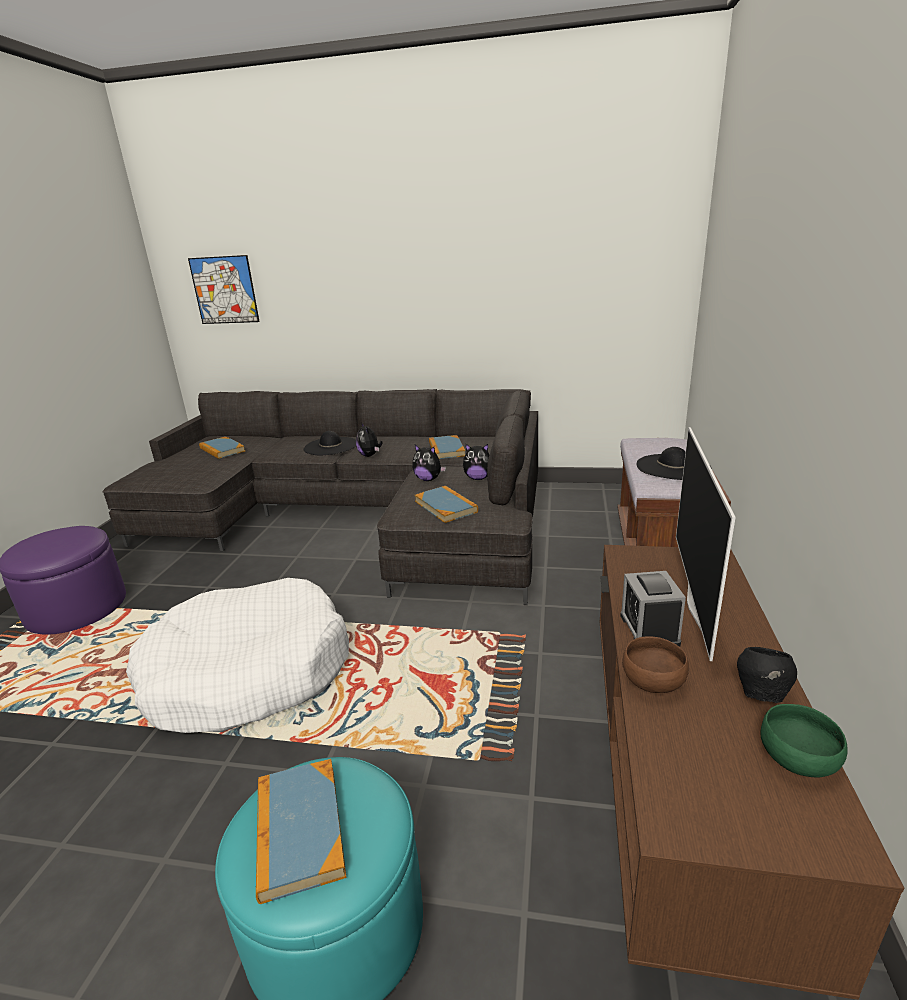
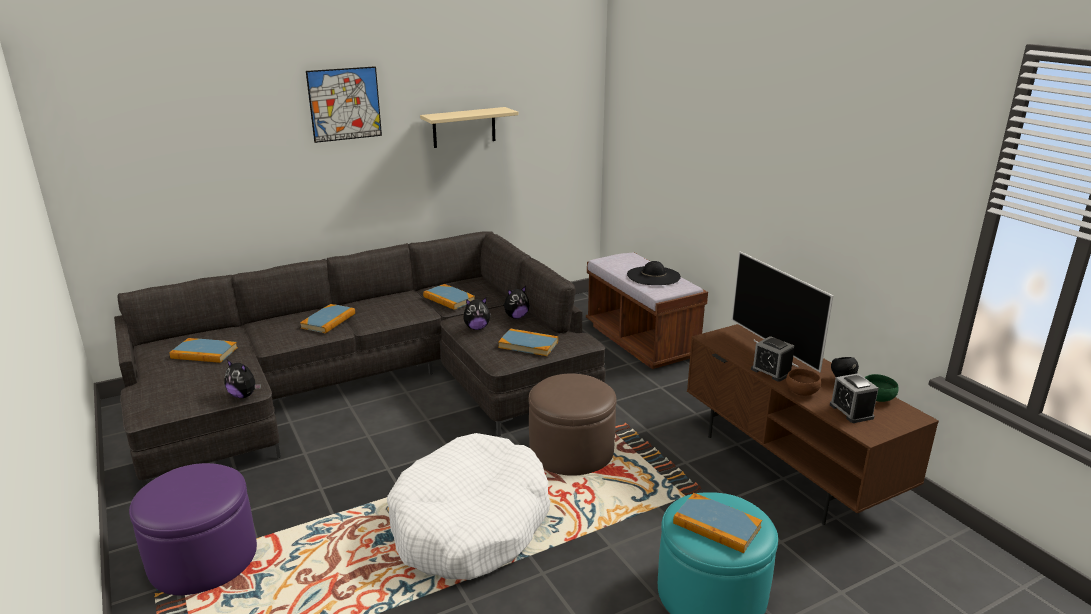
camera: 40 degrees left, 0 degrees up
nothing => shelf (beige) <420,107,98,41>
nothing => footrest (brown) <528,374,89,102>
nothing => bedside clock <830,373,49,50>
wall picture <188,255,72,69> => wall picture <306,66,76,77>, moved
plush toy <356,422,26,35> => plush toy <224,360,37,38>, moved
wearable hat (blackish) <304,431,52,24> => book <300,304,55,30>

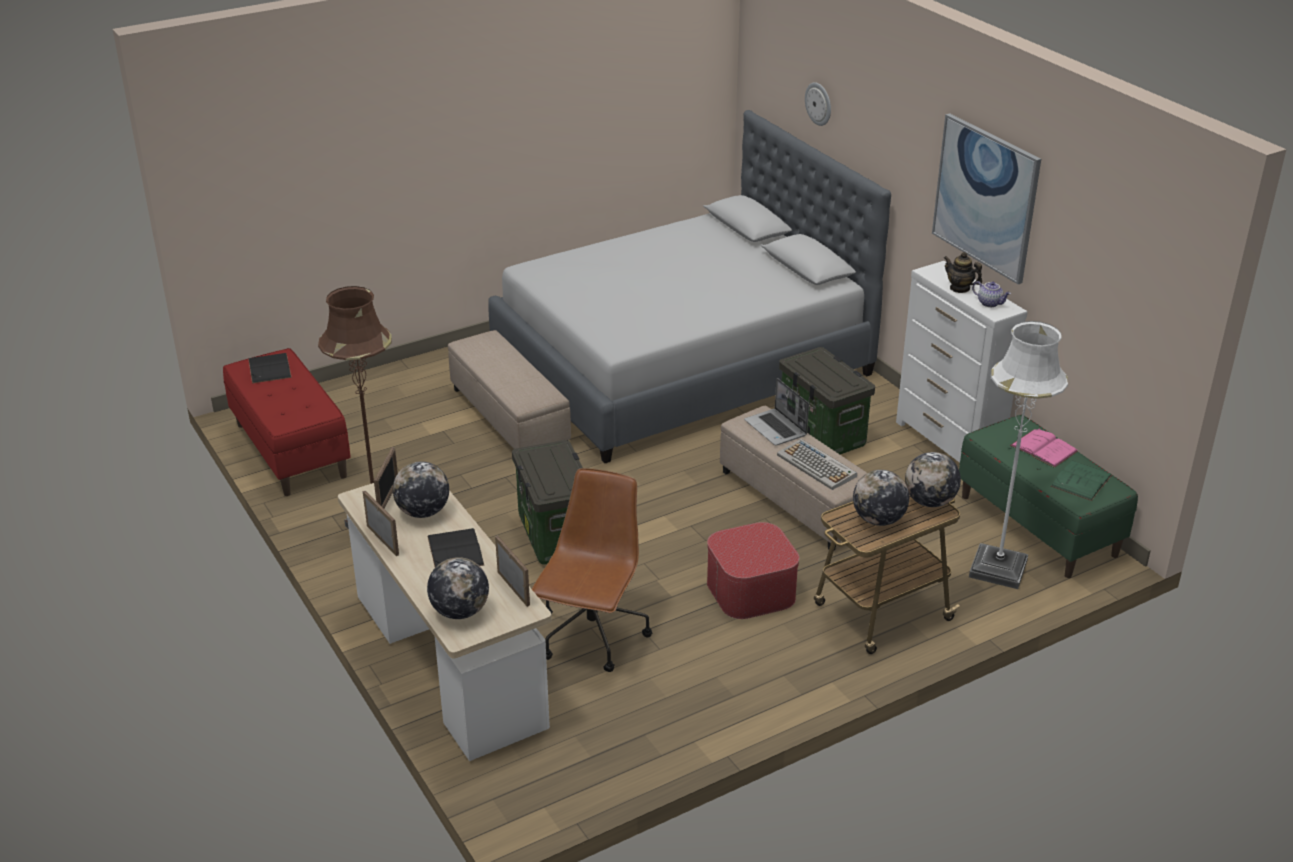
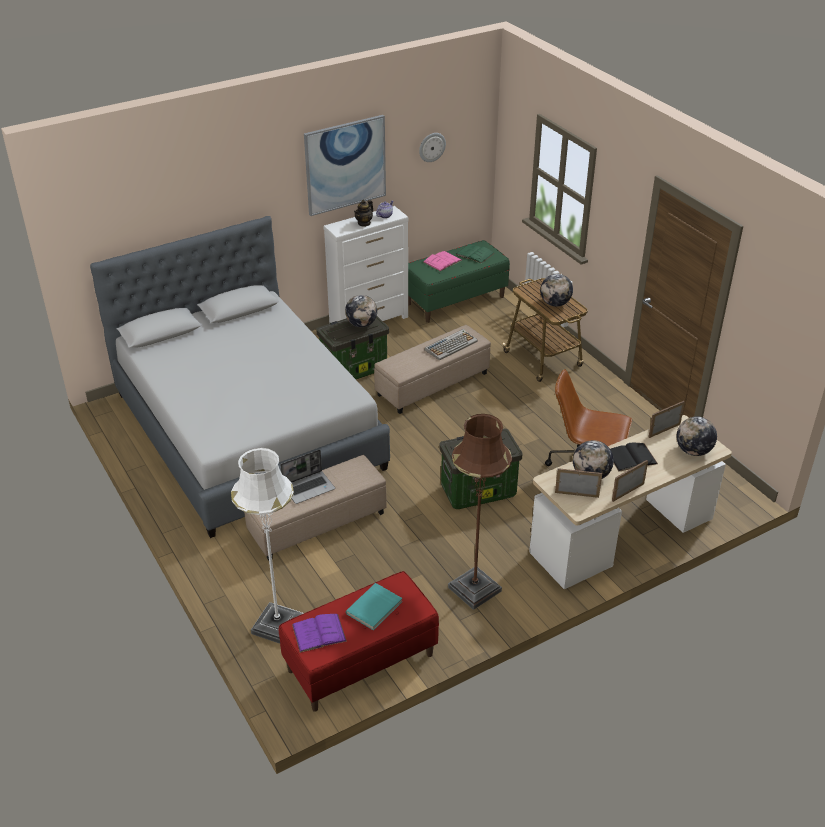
camera: 90 degrees left, 5 degrees up
footrest <707,522,93,97> => nothing
nothing => book (blue-green) <346,583,56,47>
notebook computer <744,378,65,67> => notebook computer <280,449,55,55>, moved
clock on the wall <805,82,26,44> => clock on the wall <419,133,27,29>, moved
globe <905,452,56,55> => globe <345,295,32,32>, moved
standard lamp (white) <969,321,99,268> => standard lamp (white) <231,448,73,196>, moved
book (blackish) <248,353,44,30> => book (purplish) <292,614,55,39>

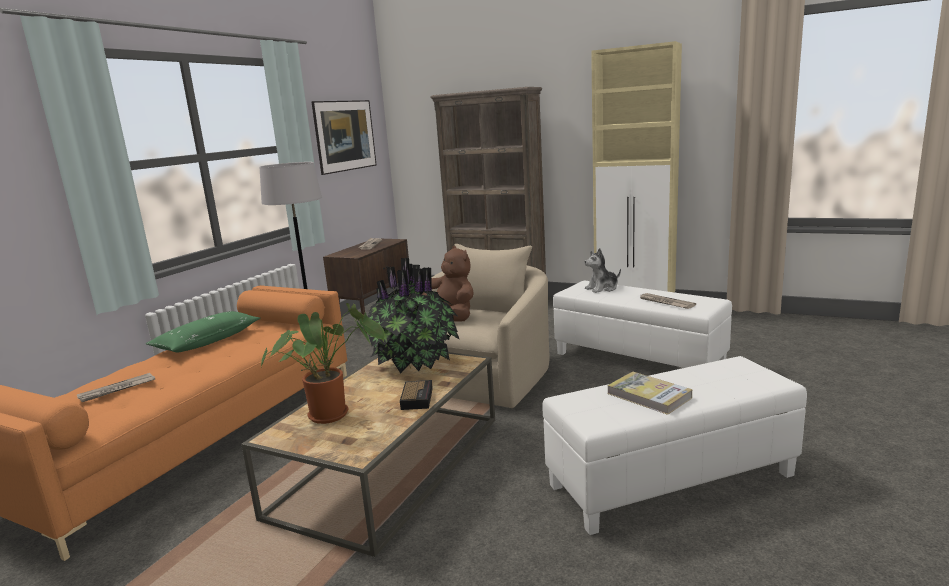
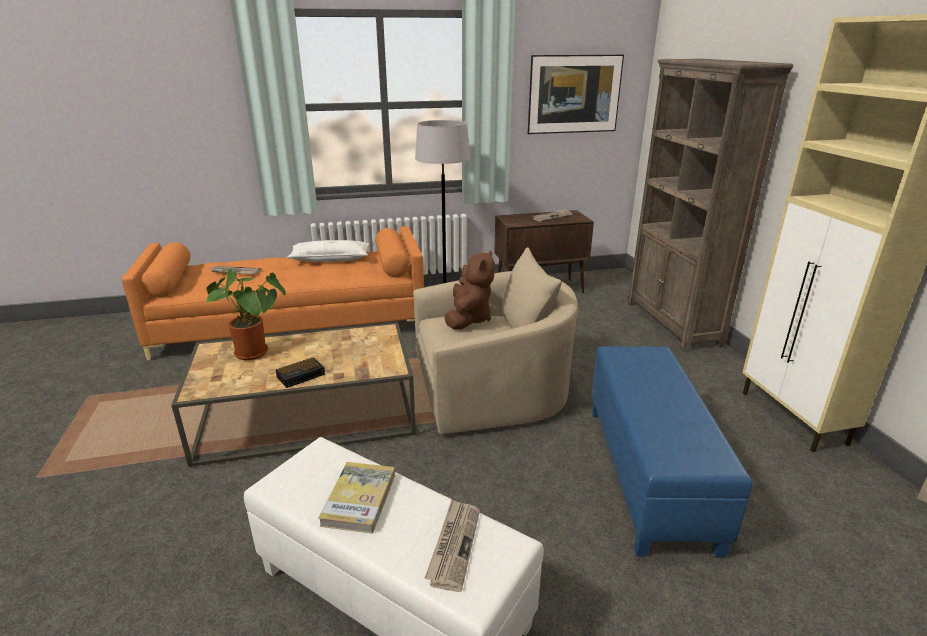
camera: 50 degrees right, 10 degrees up
plant in a pot <368,258,92,115> => nothing
plush toy <584,248,37,45> => nothing
printed paper <640,293,56,16> => printed paper <425,500,55,92>, moved
cushion (greenish) <146,311,114,41> => cushion (white) <287,240,82,22>
footrest (white) <553,280,179,88> => footrest (bluish) <591,346,162,212>

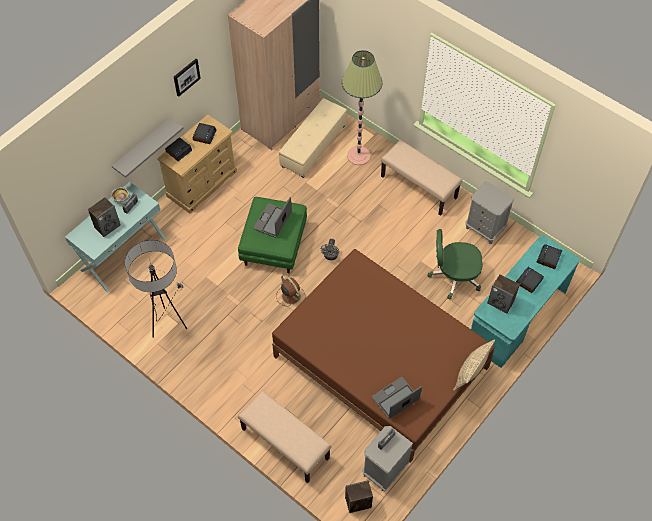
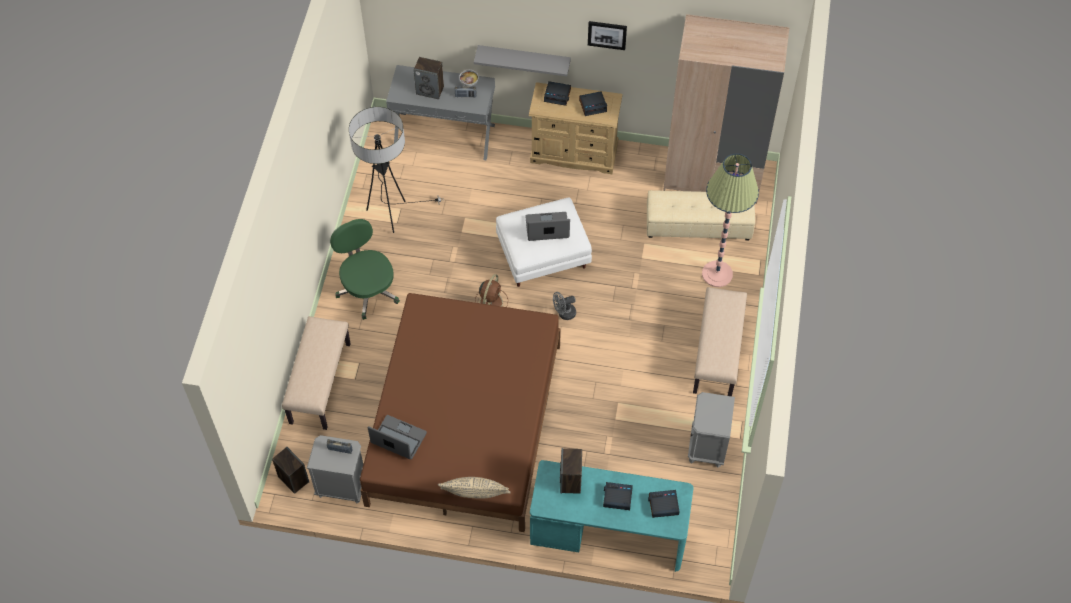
camera: 60 degrees right, 0 degrees up
office chair (greenish) <428,229,55,71> => office chair (greenish) <330,219,70,101>, moved
console table (blue-green) <65,182,102,110> => console table (grey) <386,65,109,95>
footrest (greenish) <238,197,69,77> => footrest (white) <496,197,96,90>

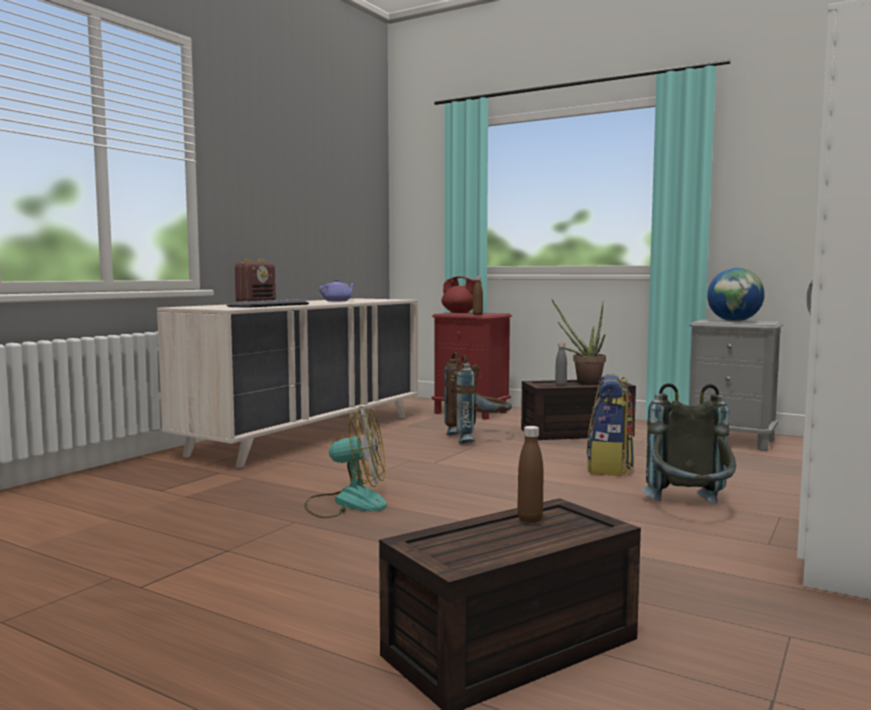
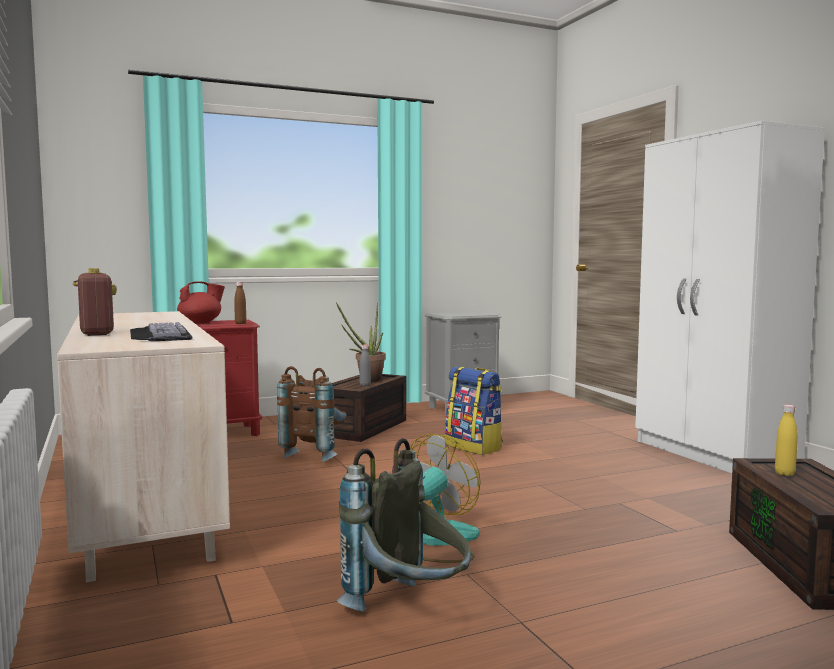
camera: 55 degrees left, 0 degrees up
pot for tea (purplish) <319,279,37,22> => nothing
globe <707,268,58,54> => nothing
backpack (grey) <641,383,95,121> => backpack (grey) <337,438,134,173>, moved
drink bottle (brown) <517,426,26,97> => drink bottle (yellowish) <775,405,23,71>

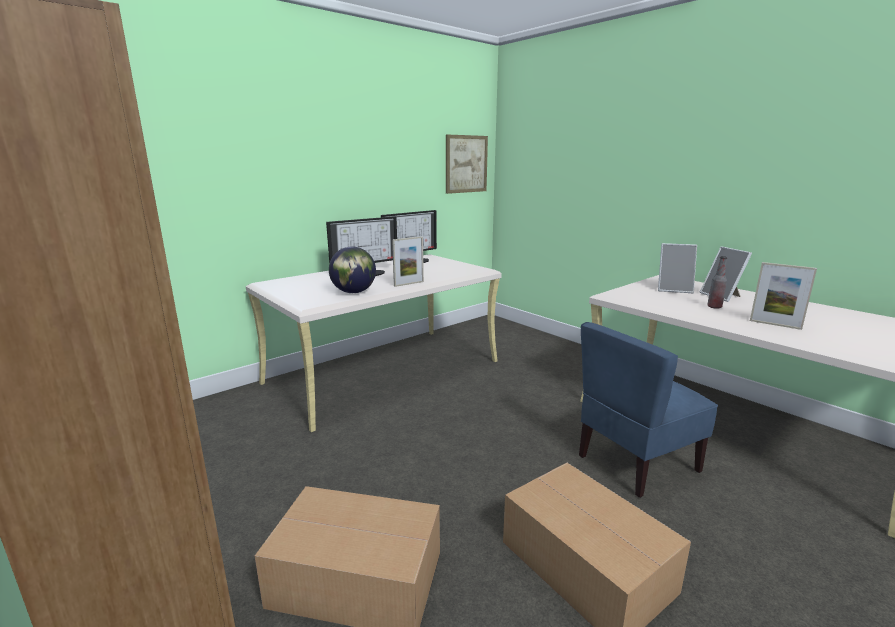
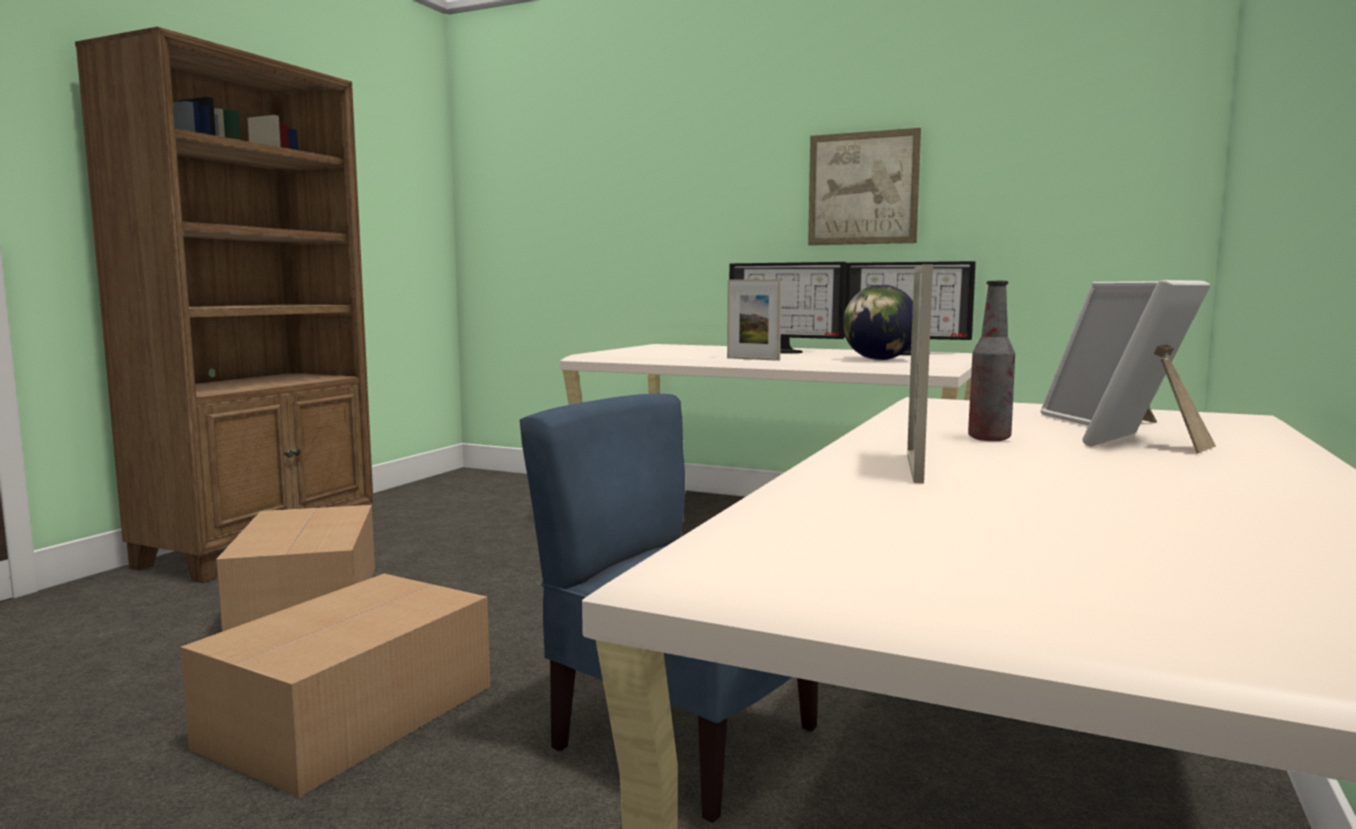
camera: 65 degrees right, 10 degrees down
globe <329,247,47,46> => globe <843,285,70,75>, moved
wall picture <446,134,42,60> => wall picture <808,128,113,117>, moved

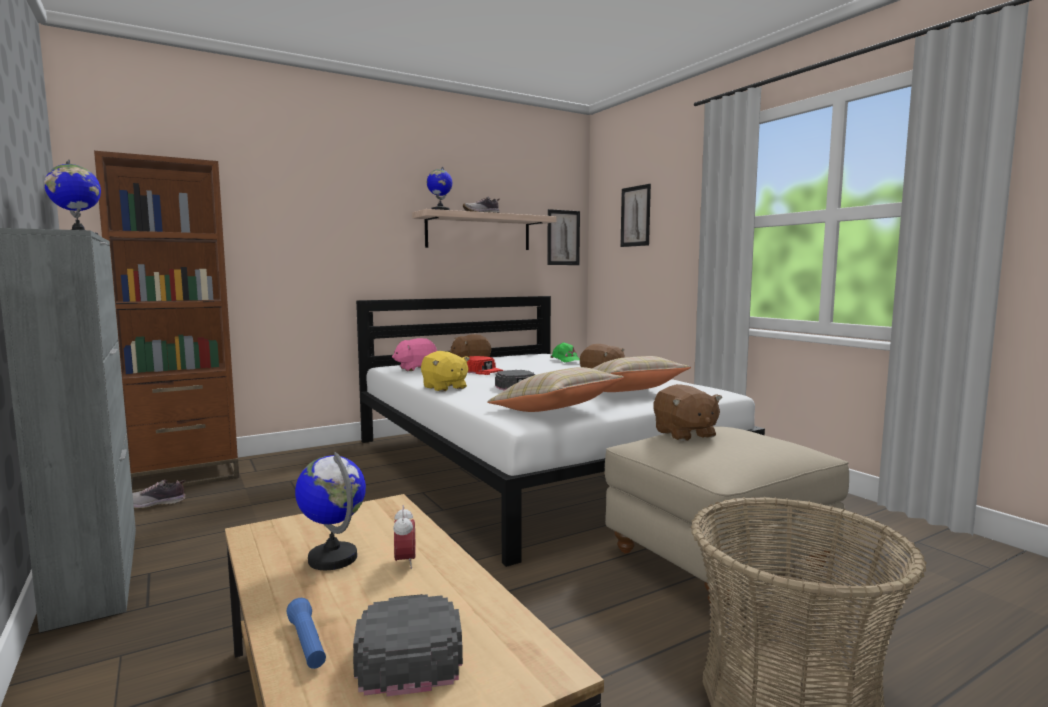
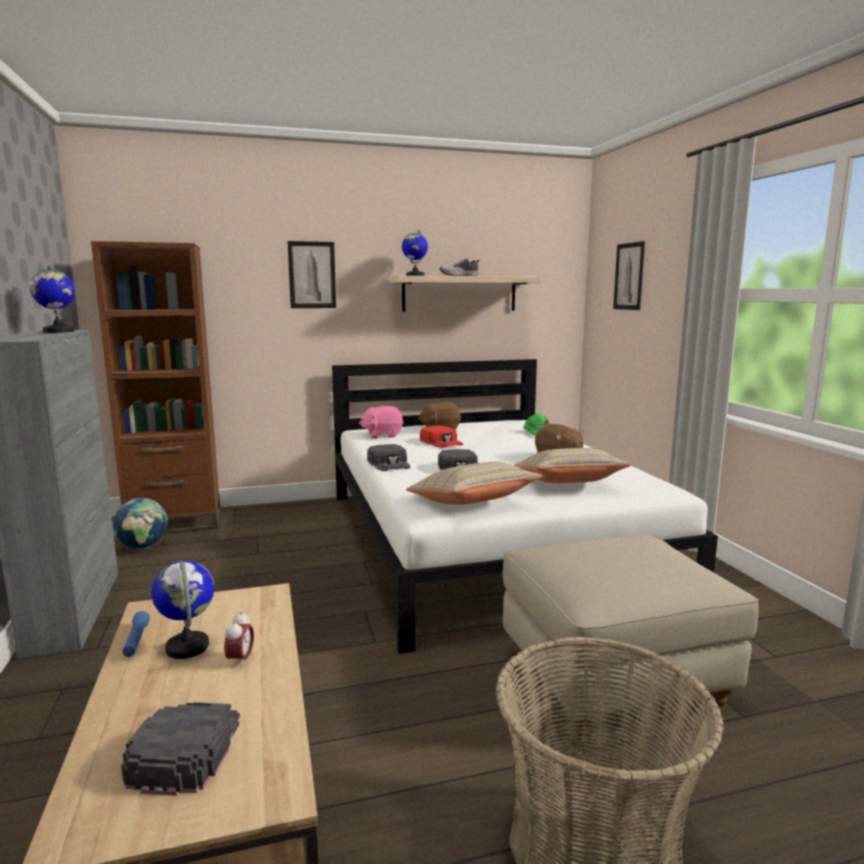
camera: 15 degrees right, 5 degrees up
plush toy (brown) <653,384,69,57> => nothing
hand torch (bluish) <286,598,40,71> => hand torch (bluish) <122,611,28,46>, moved
wall picture <547,209,33,56> => wall picture <287,241,49,67>, moved
item of footwear <132,480,54,29> => globe <112,498,56,52>
plush toy (yellowish) <421,351,49,41> => peaked cap (blackish) <367,444,43,27>

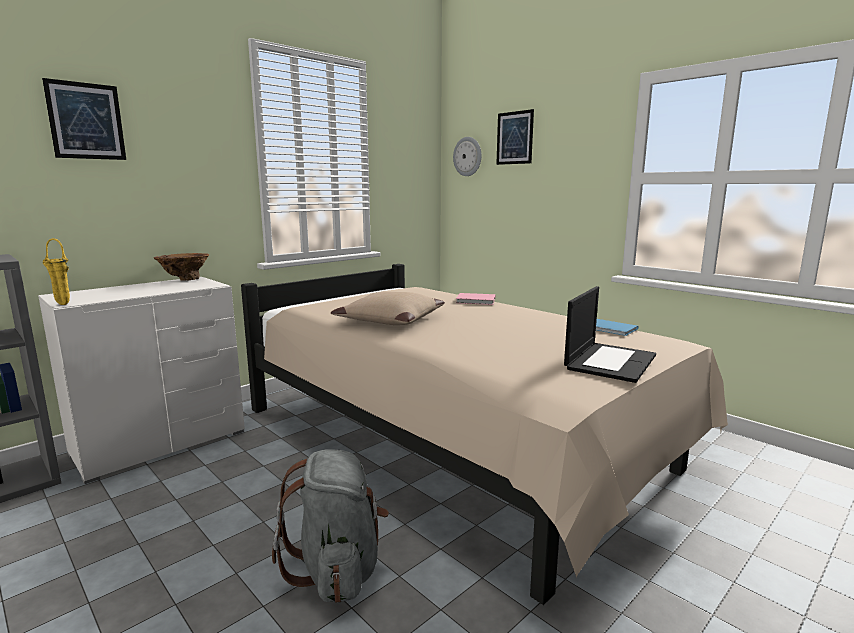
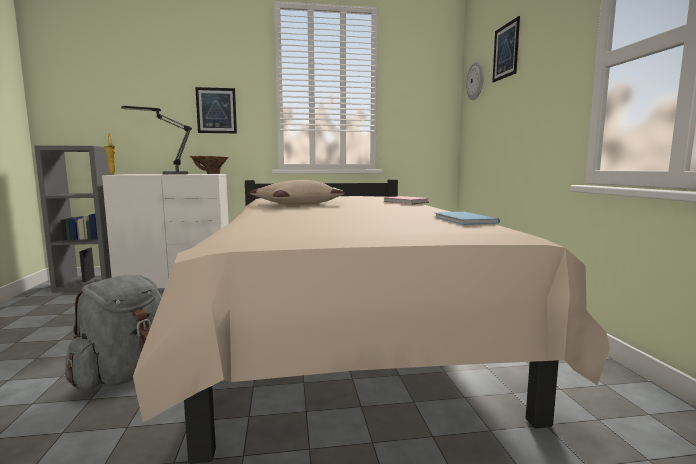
camera: 35 degrees right, 5 degrees down
notebook computer <564,286,92,97> => nothing
nothing => tabletop lamp <121,106,71,69>
wall picture <42,78,84,82> => wall picture <195,87,42,46>, moved

